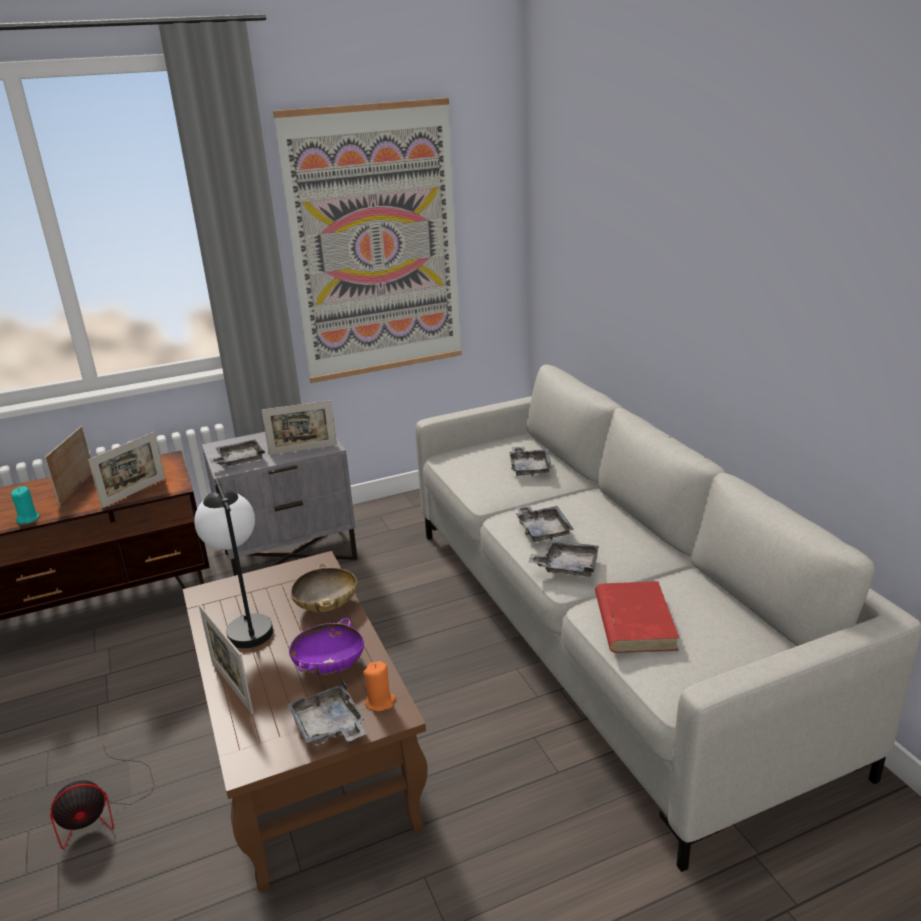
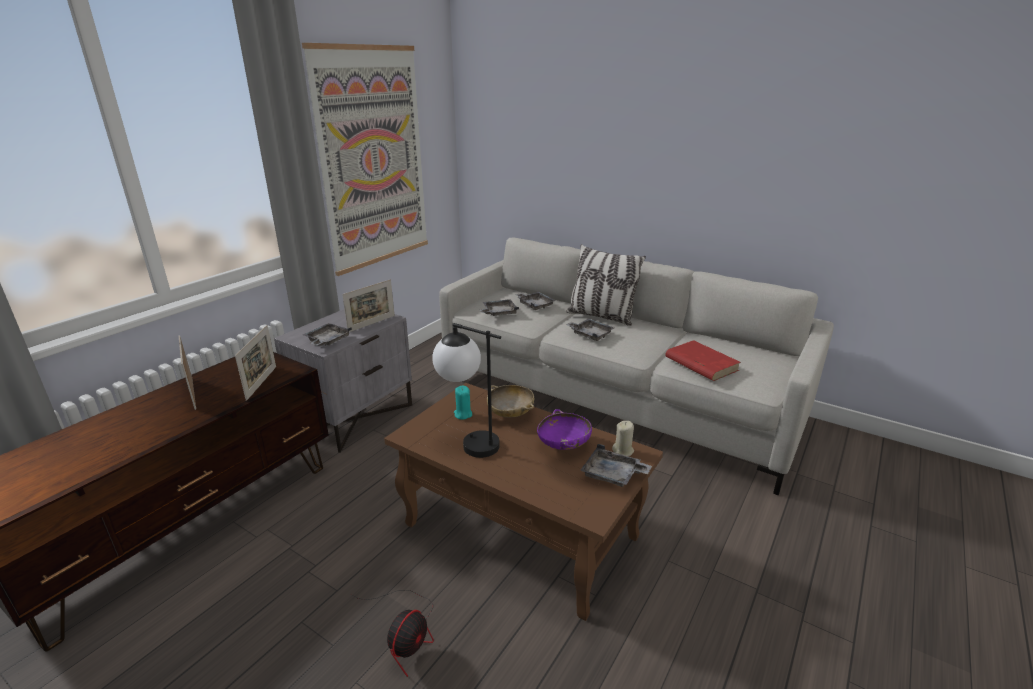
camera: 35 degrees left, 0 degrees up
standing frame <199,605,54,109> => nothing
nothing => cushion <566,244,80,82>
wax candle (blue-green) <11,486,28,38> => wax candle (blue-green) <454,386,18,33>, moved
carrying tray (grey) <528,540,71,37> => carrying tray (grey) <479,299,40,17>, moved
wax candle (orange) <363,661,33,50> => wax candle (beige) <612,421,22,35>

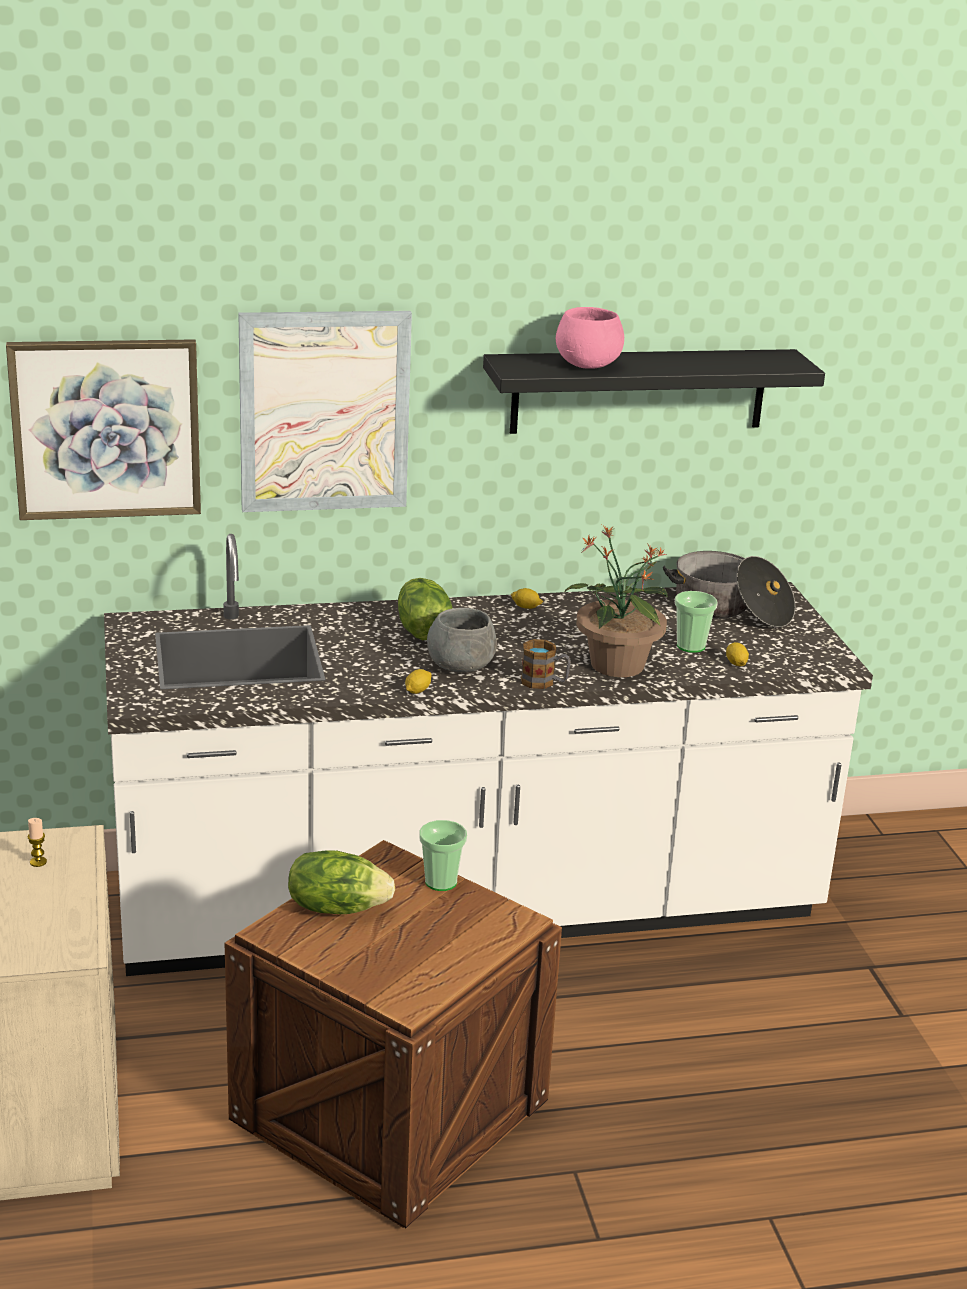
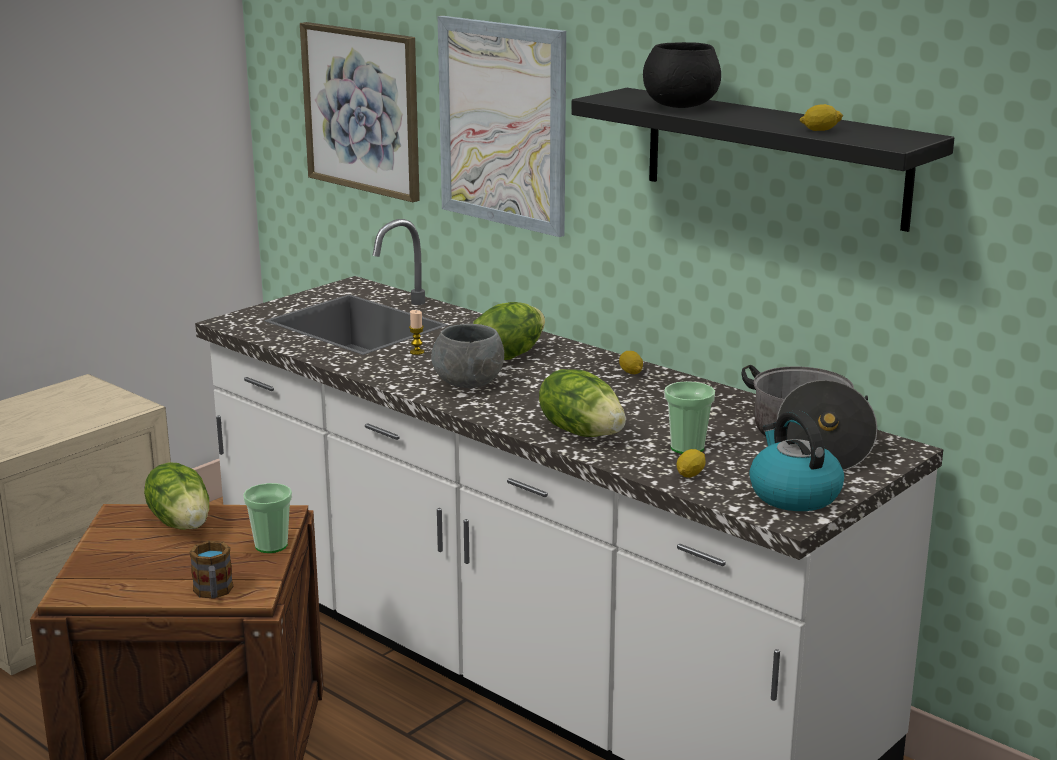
camera: 55 degrees right, 5 degrees down
nothing => water kettle <749,410,95,101>
wax candle <28,818,19,49> => wax candle <409,310,15,45>, moved
lemon <405,669,27,25> => lemon <799,104,44,27>, moved
mug <521,639,50,50> => mug <190,541,44,58>, moved
plant in a pot <564,525,104,152> => lettuce <539,369,87,68>
serving bowl (pink-coloured) <556,307,68,62> => serving bowl (blackish) <643,42,78,66>

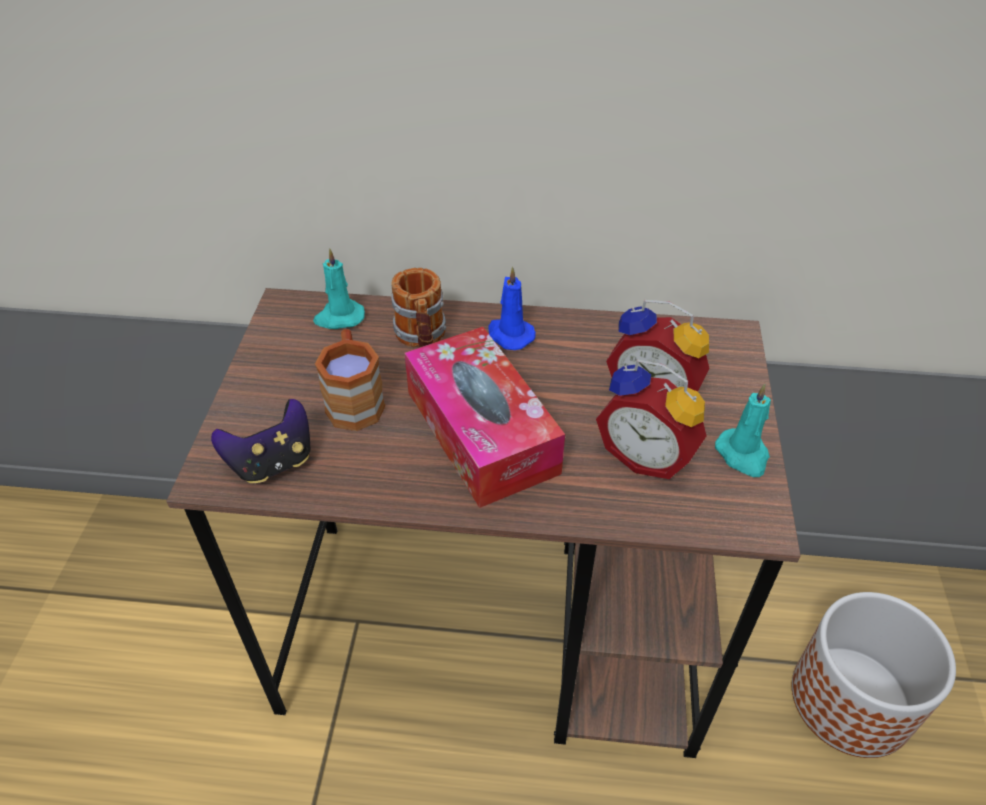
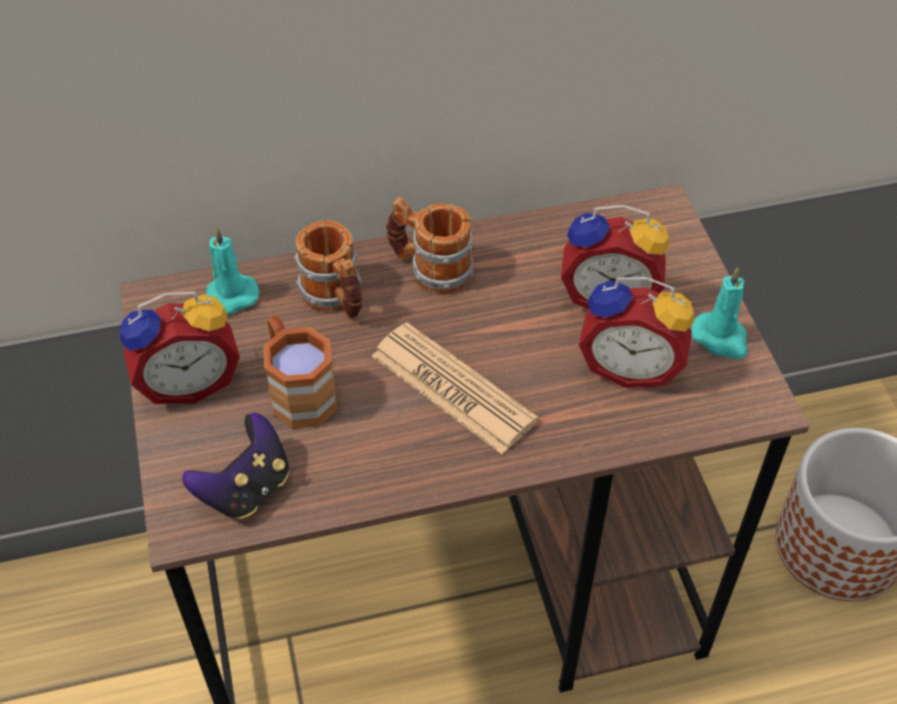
camera: 20 degrees left, 5 degrees up
nothing => bedside clock <120,291,120,113>
tissue holder <404,327,161,181> => printed paper <372,322,166,132>
wax candle (bluish) <489,267,47,83> => mug <386,197,87,97>

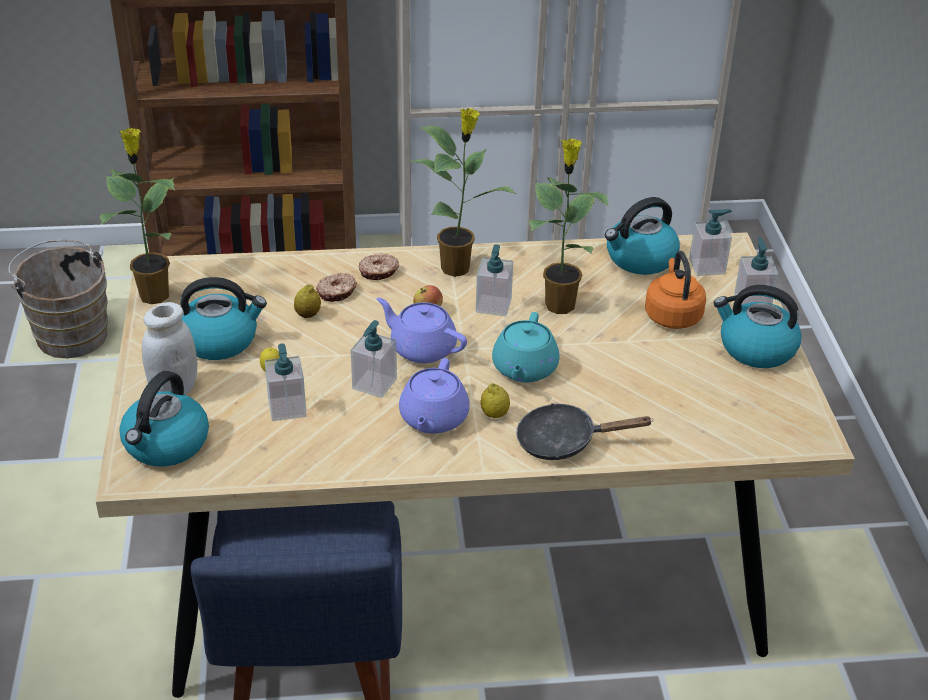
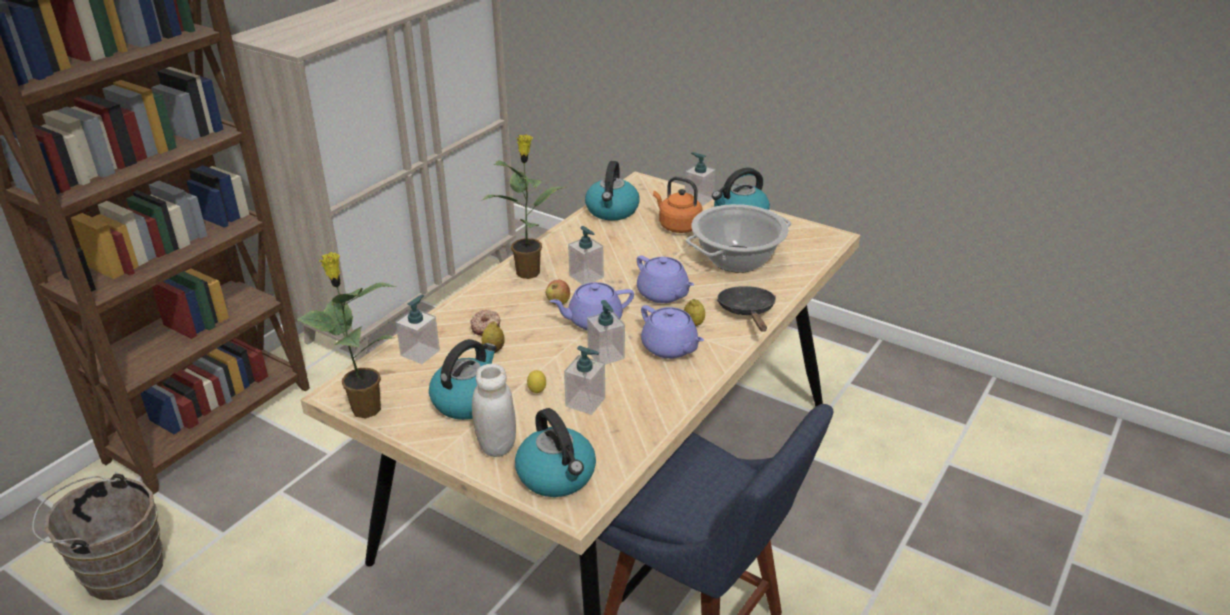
camera: 50 degrees left, 5 degrees down
ring doughnut <359,253,40,27> => nothing
plant in a pot <529,138,80,176> => nothing
nothing => saucepot <686,204,106,69>
liquid soap bottle <689,209,43,67> => liquid soap bottle <396,295,44,69>, moved
pot for tea (blue-green) <492,312,68,70> => pot for tea (purplish) <637,256,57,47>
skillet (blackish) <516,403,136,57> => skillet (blackish) <717,286,59,46>, 135 degrees clockwise

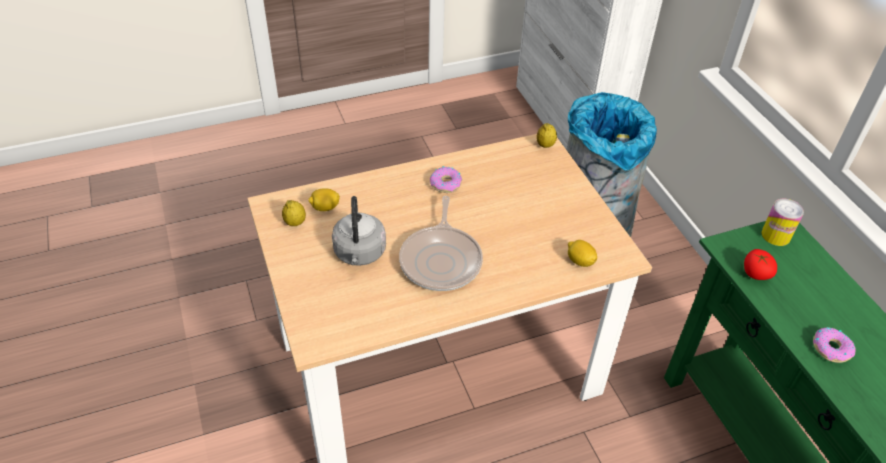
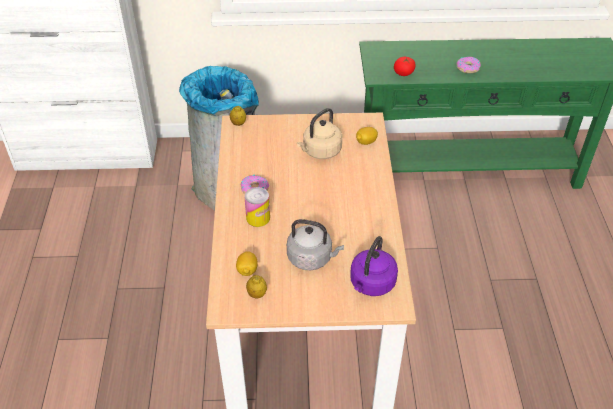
camera: 70 degrees left, 0 degrees up
skillet <399,196,84,95> => nothing
nothing => water kettle (beige) <297,108,45,51>
nothing => water kettle (purplish) <350,236,48,60>
sealed can <761,199,43,47> => sealed can <244,187,26,40>, moved

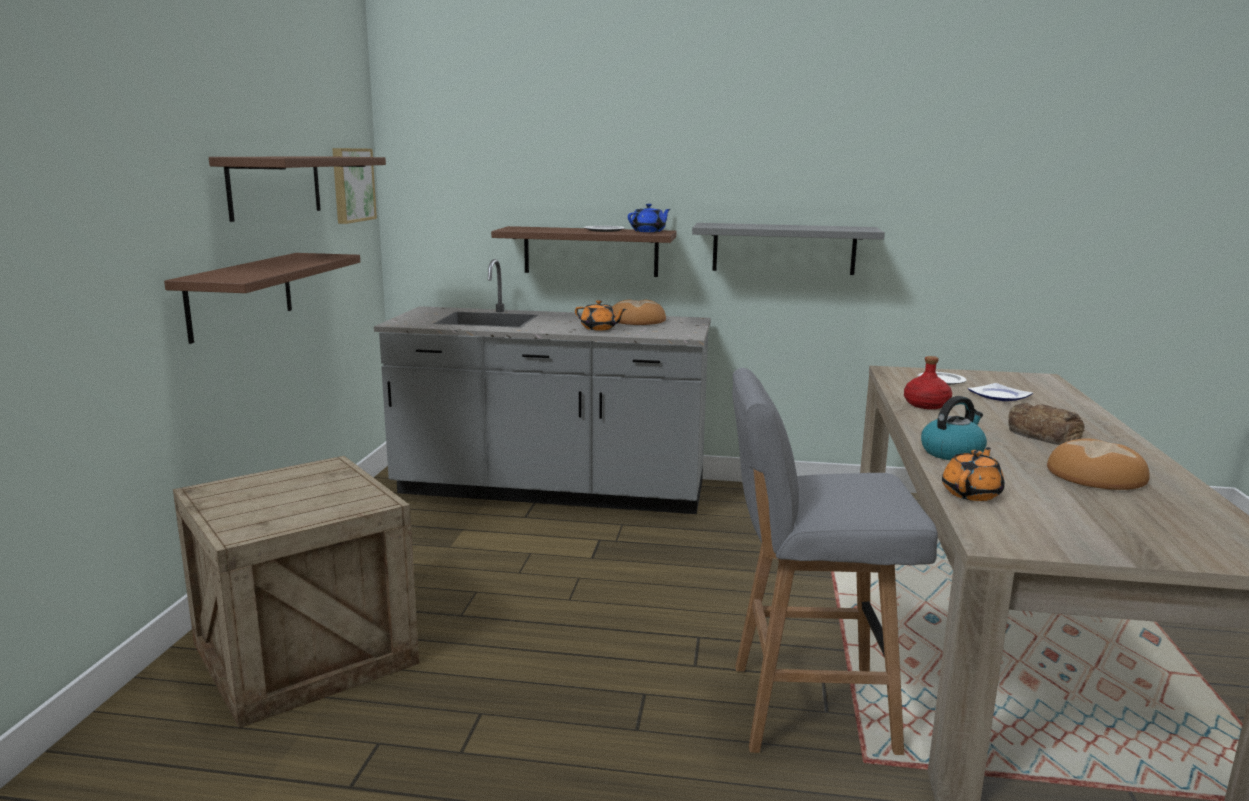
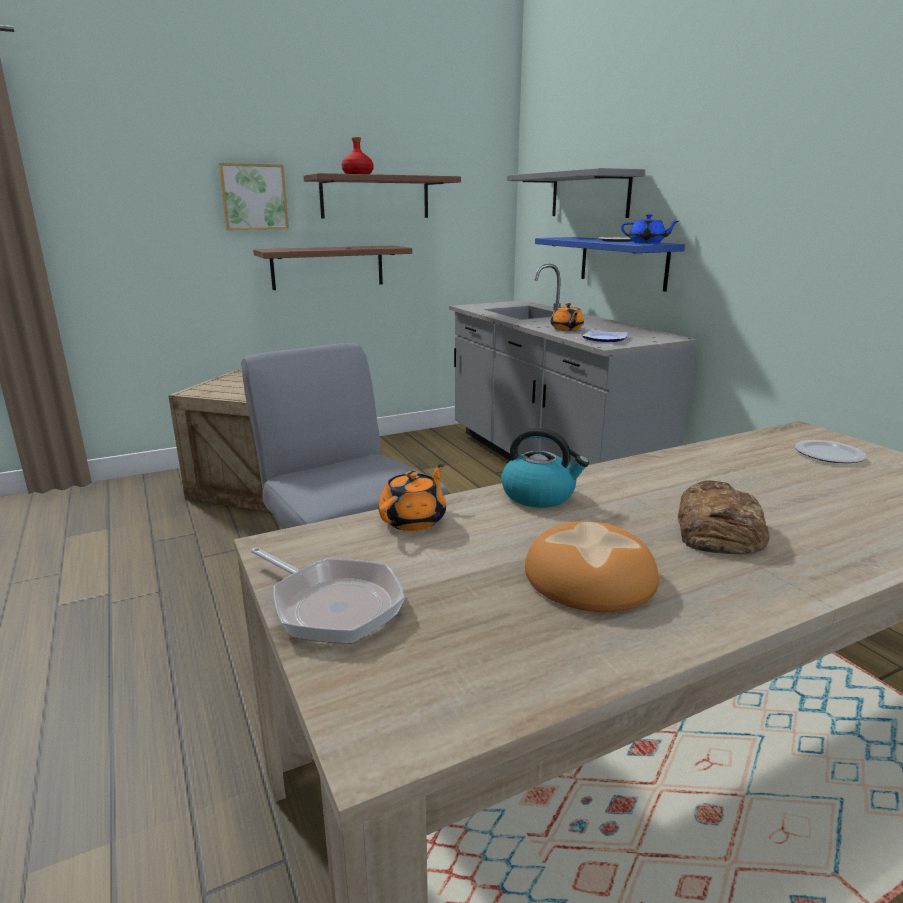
camera: 55 degrees right, 5 degrees up
baked bread <613,300,53,25> => nothing
nothing => skillet <251,547,154,96>
wall picture <332,148,45,76> => wall picture <218,163,71,67>, moved
shelf (grey) <692,223,193,52> => shelf (grey) <507,168,138,50>, moved
drink bottle (red-coloured) <904,356,48,53> => drink bottle (red-coloured) <342,137,32,37>, moved
flat dish <968,383,65,18> => flat dish <582,330,46,12>, moved
shelf (brown) <491,226,185,51> => shelf (bluish) <535,237,150,55>
pot for tea (orange) <942,447,63,54> => pot for tea (orange) <379,464,67,67>, 60 degrees counterclockwise

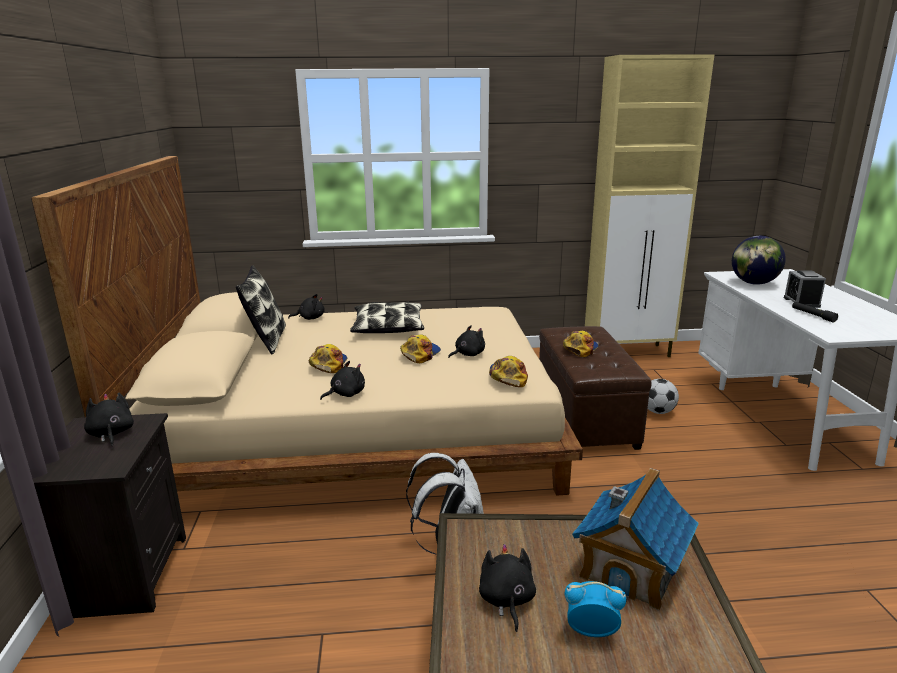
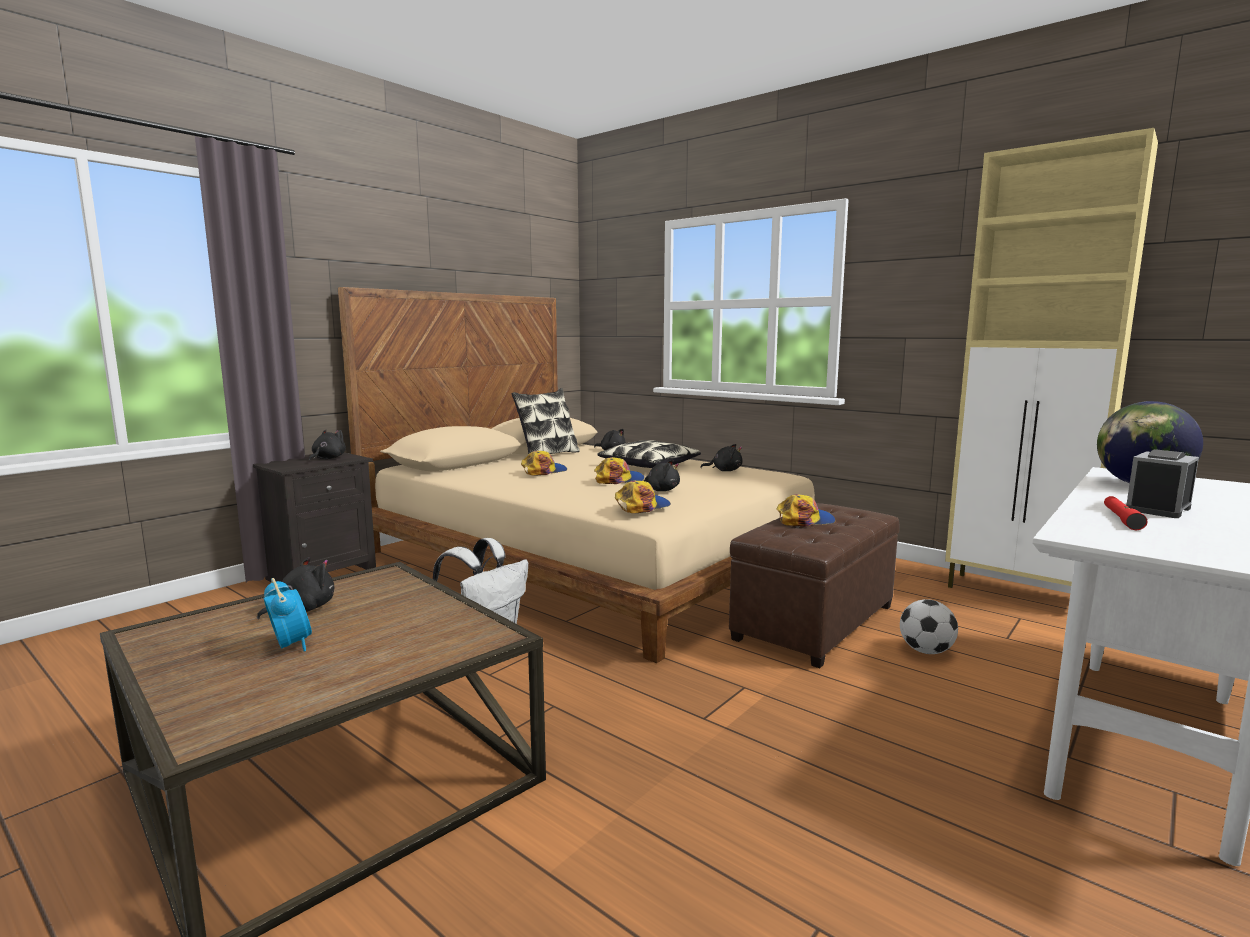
camera: 45 degrees right, 10 degrees down
miniature house <572,468,127,143> => nothing
plush toy (blackish) <320,361,45,39> => plush toy (blackish) <700,444,43,27>, moved
hand torch (blackish) <792,302,46,21> => hand torch (red-coloured) <1104,496,44,34>

